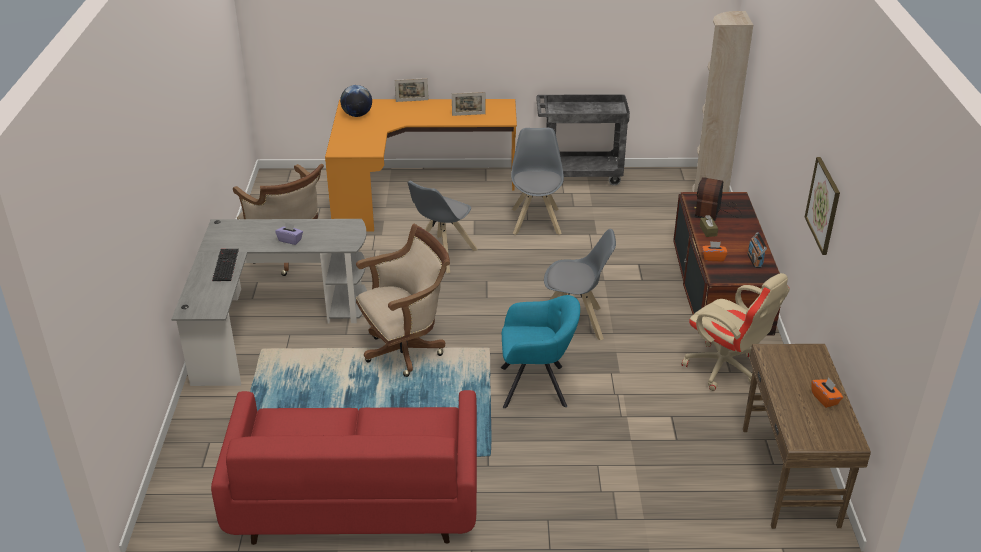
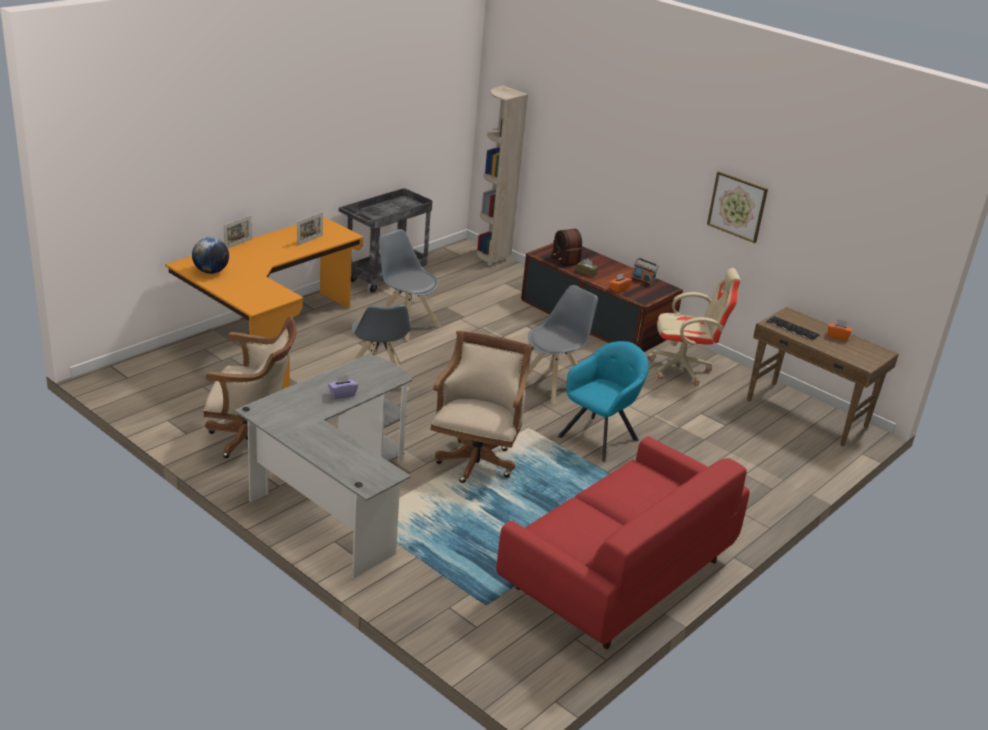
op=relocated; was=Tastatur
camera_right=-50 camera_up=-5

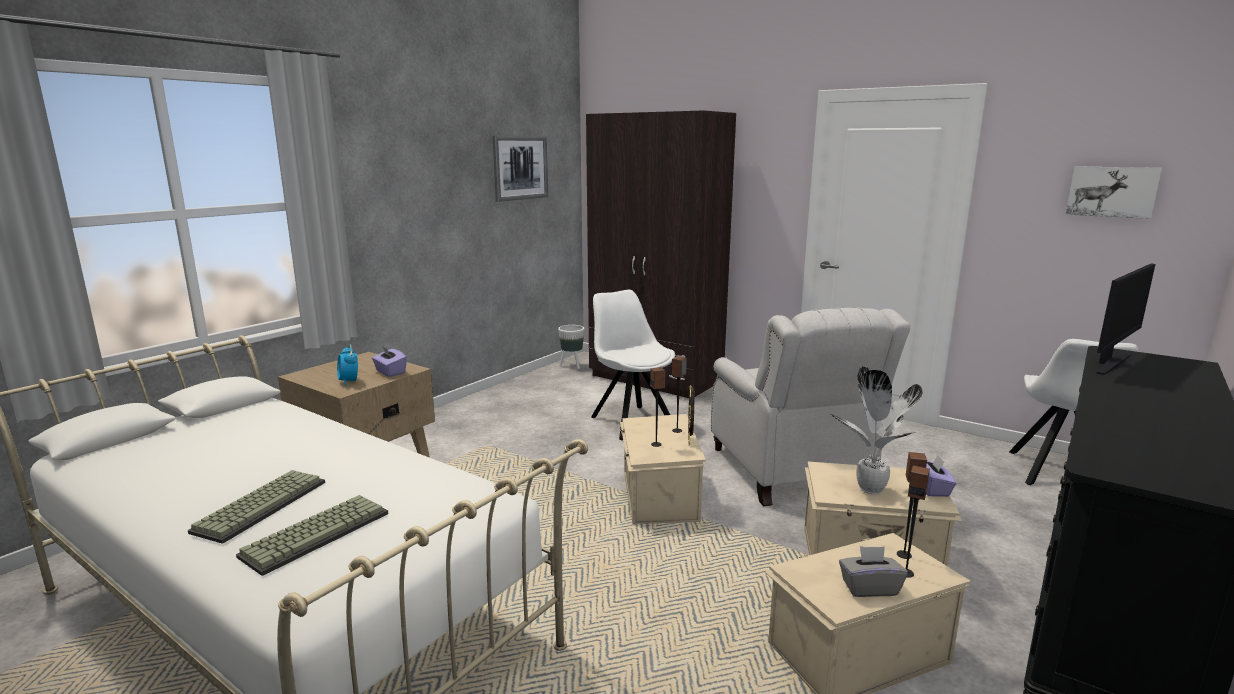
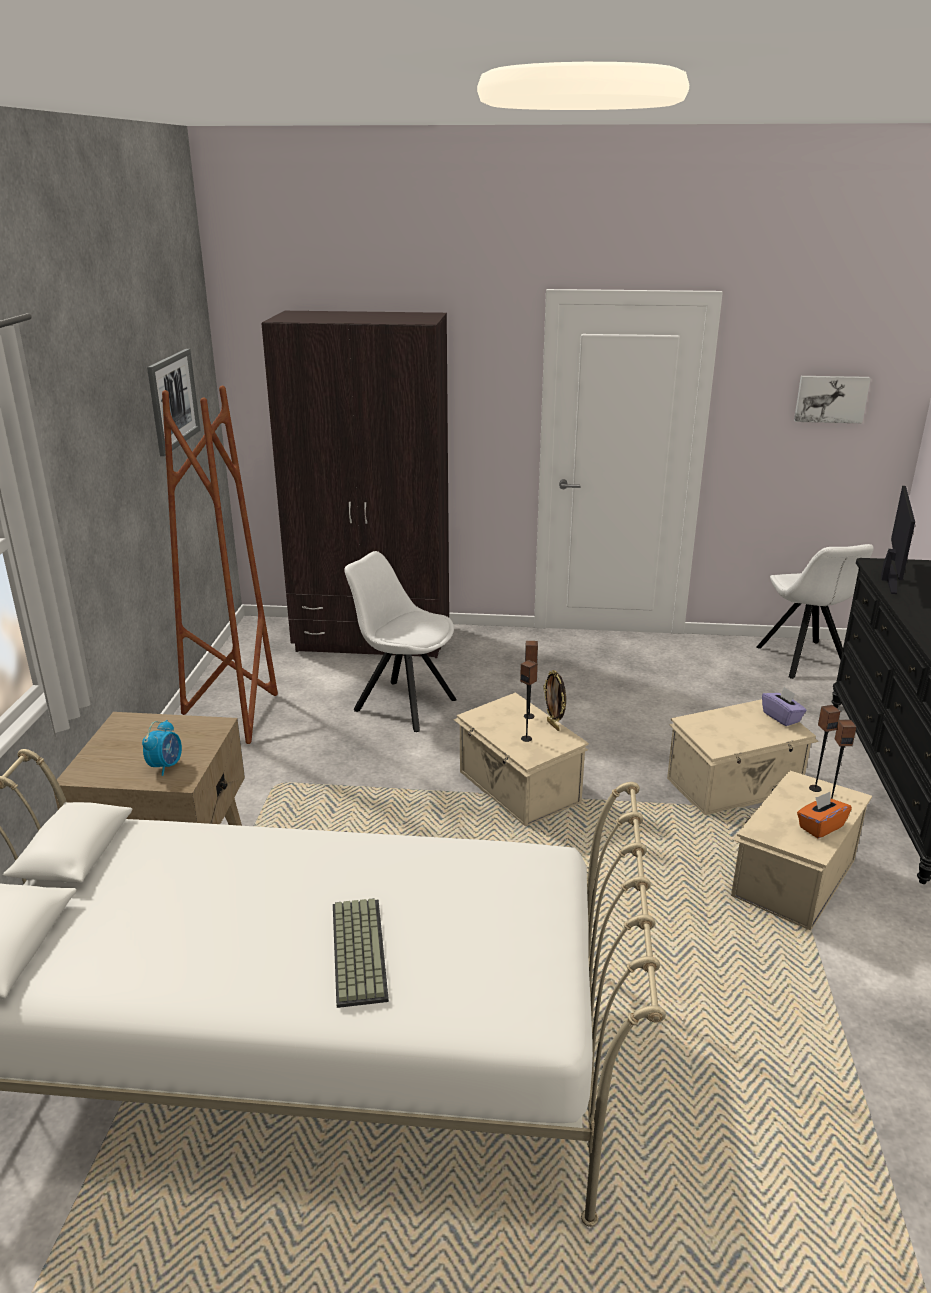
op=missing; was=Sessel/weiß
op=missing; was=Pflanzkübel/weiß
op=spun; was=Wecker; clockwise=-105
op=missing; was=Taschentuchbox/lila (no. 1 from left)
op=missing; was=Topfpflanze
op=missing; was=Tastatur (no. 2 from left)
op=colour; was=Taschentuchbox/grau; now=Taschentuchbox/orange
op=appeared; now=Kleiderständer/braun
camera_right=-30 camera_up=10

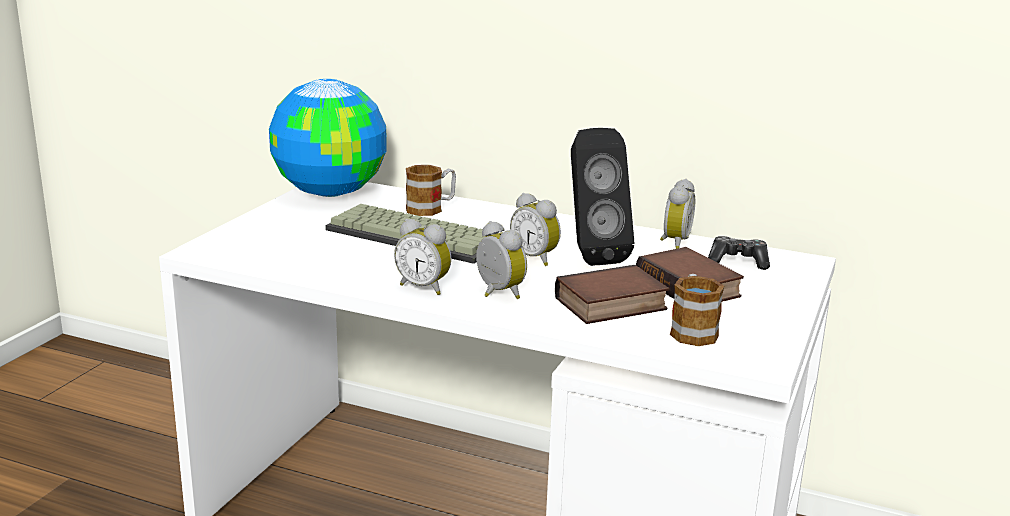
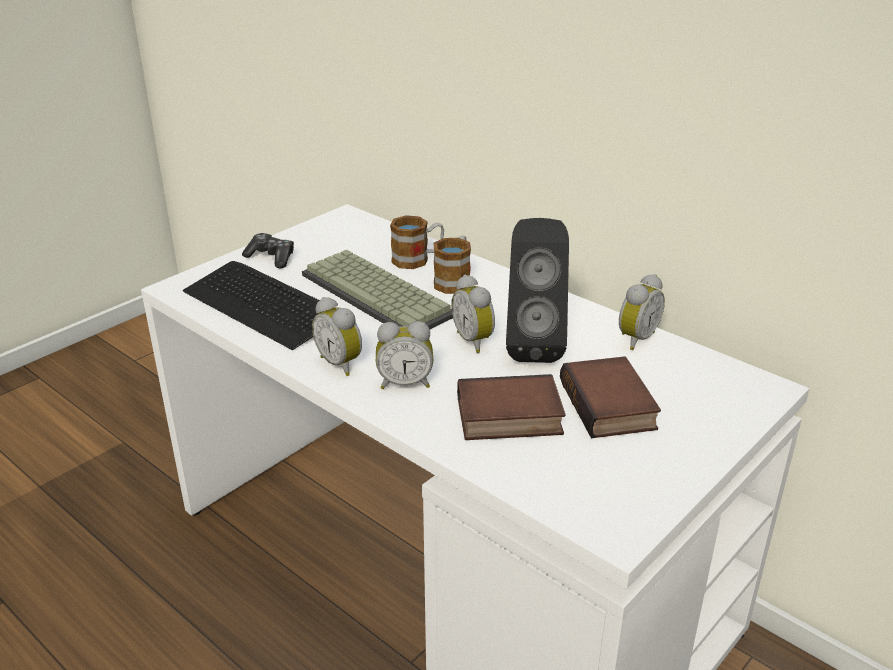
op=missing; was=Globus
op=spun; was=Wecker (no. 2 from left); clockwise=105
op=relocated; was=Gamepad
op=relocated; was=Henkelbecher (no. 2 from left)
op=appeared; now=Tastatur (no. 1 from left)
camera_right=20 camera_up=10

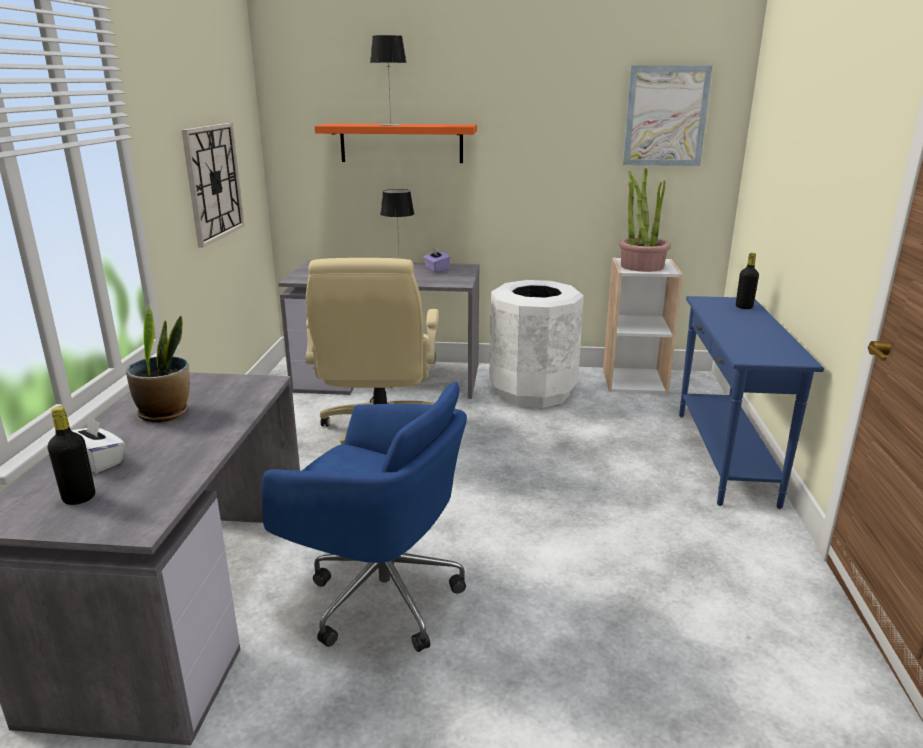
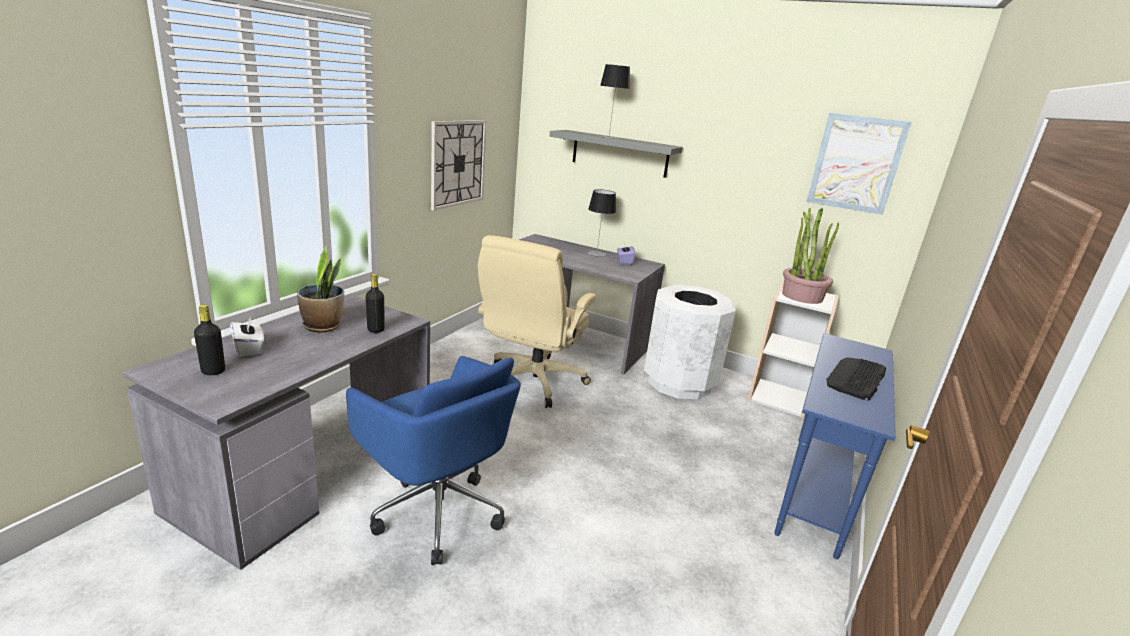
op=colour; was=Wandregal/orange; now=Wandregal/grau
op=relocated; was=Flasche/schwarz (no. 2 from left)
op=appeared; now=Tastatur
camera_right=20 camera_up=0

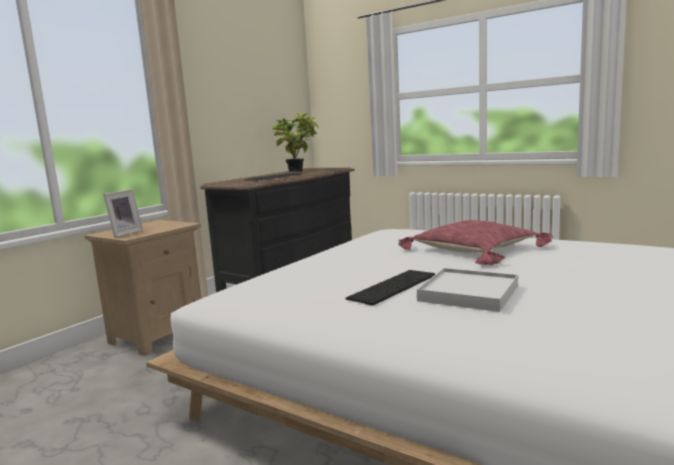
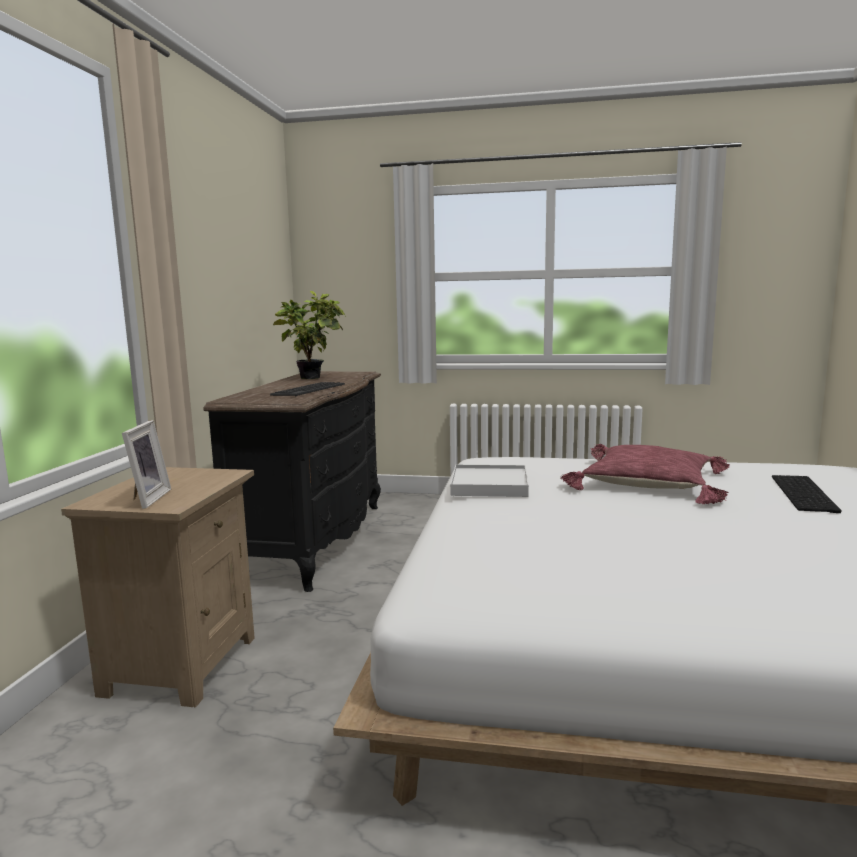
op=relocated; was=Tablett/weiß
op=relocated; was=Tastatur (no. 2 from left)
camera_right=-25 camera_up=0

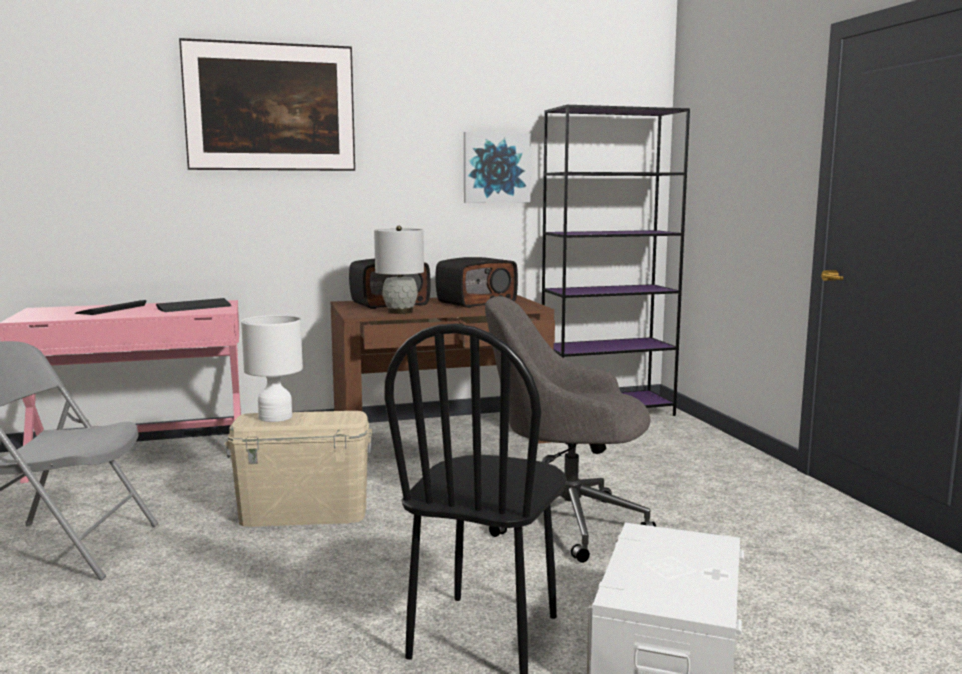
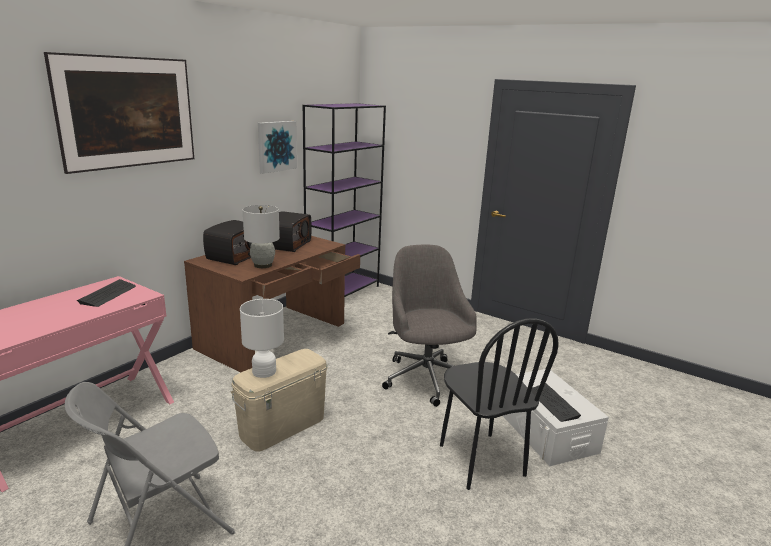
op=spun; was=Bürostuhl/grau; clockwise=105
op=relocated; was=Tastatur (no. 1 from left in the first image); now=Tastatur (no. 2 from left)
camera_right=-40 camera_up=10

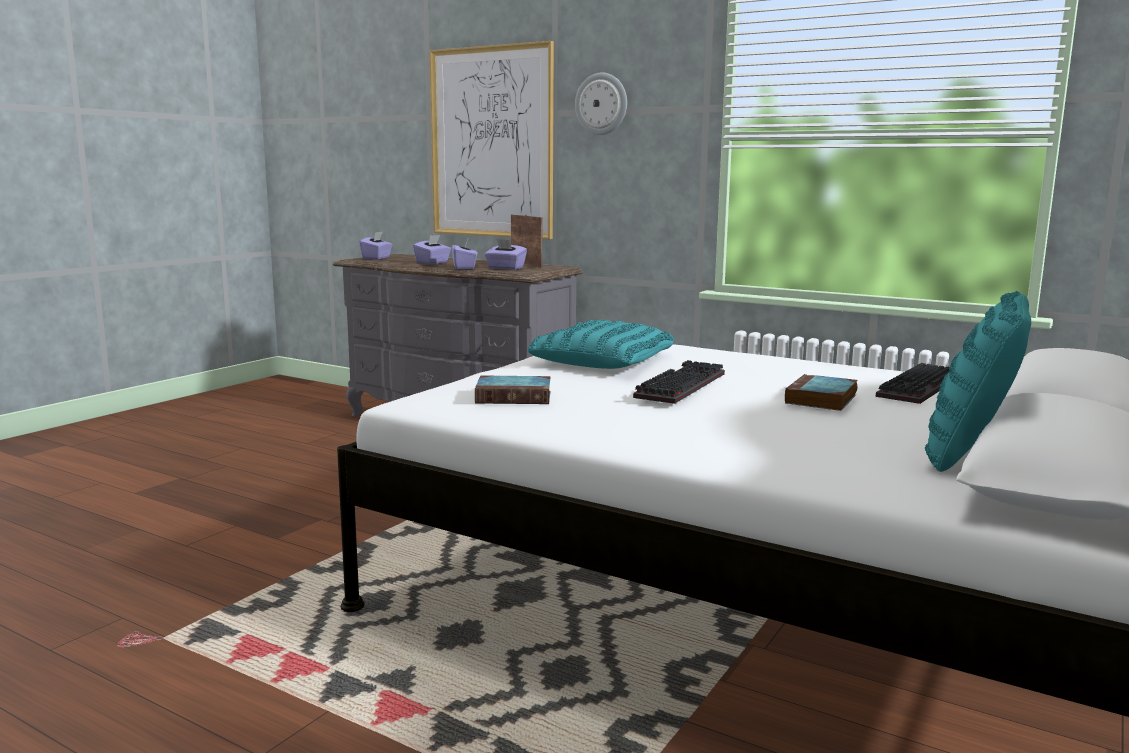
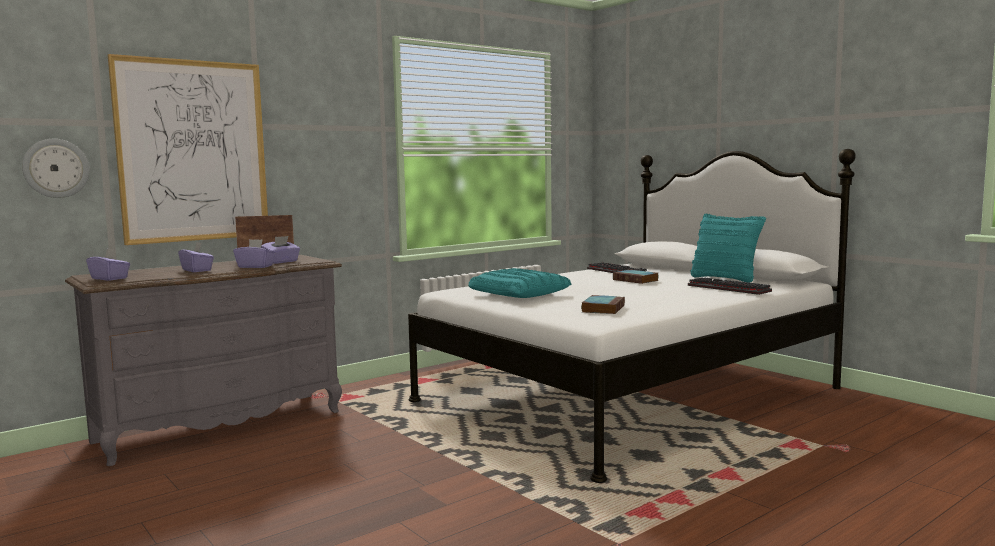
op=relocated; was=Wanduhr
op=relocated; was=Tastatur (no. 1 from left in the first image); now=Tastatur (no. 2 from left)
camera_right=-70 camera_up=-5

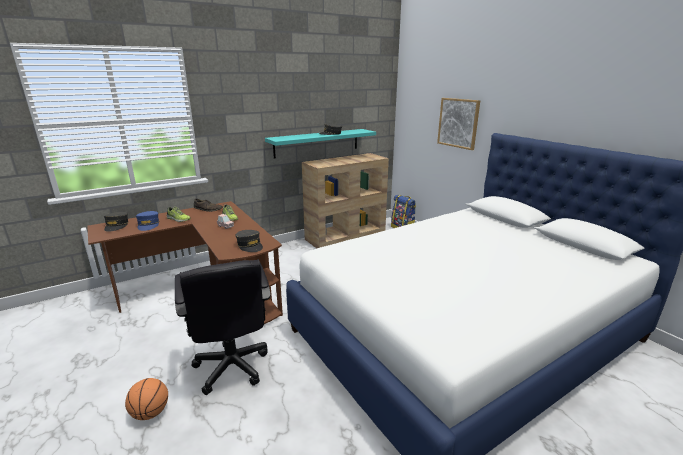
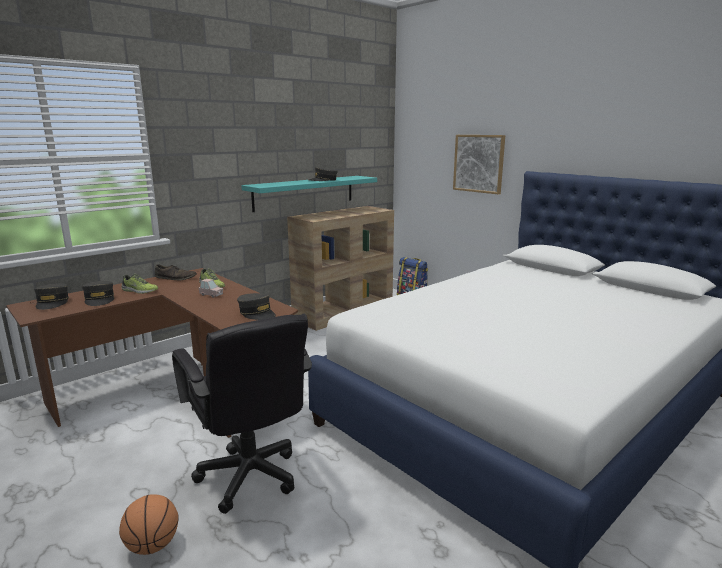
op=colour; was=Kappe/blau; now=Kappe/grau (no. 2 from left)
camera_right=-10 camera_up=-5

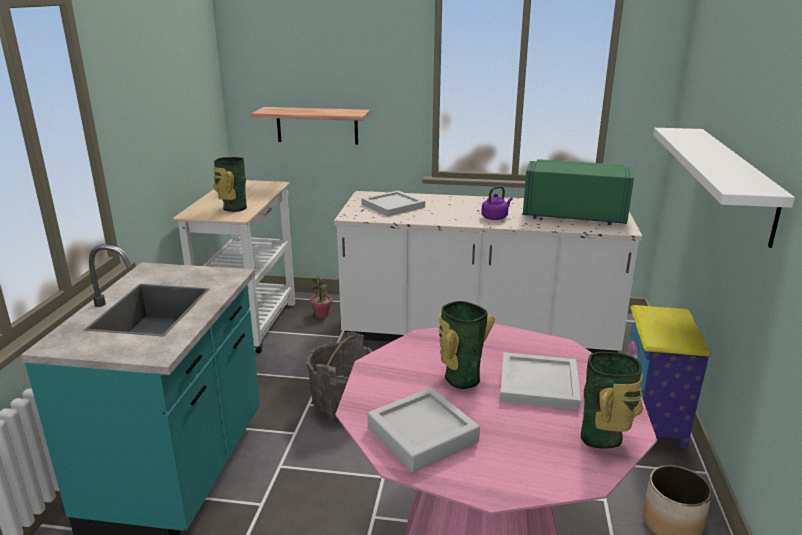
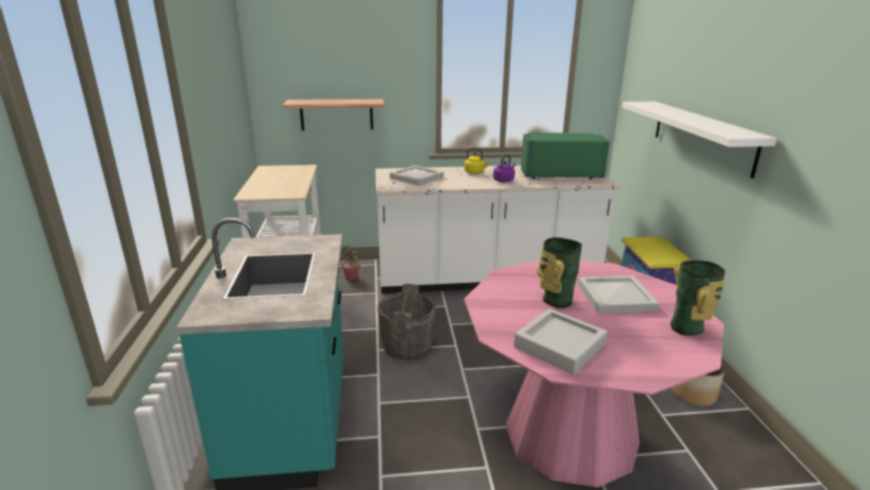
op=missing; was=Vase (no. 1 from left)
op=appeared; now=Wasserkessel/gelb
camera_right=-15 camera_up=0

